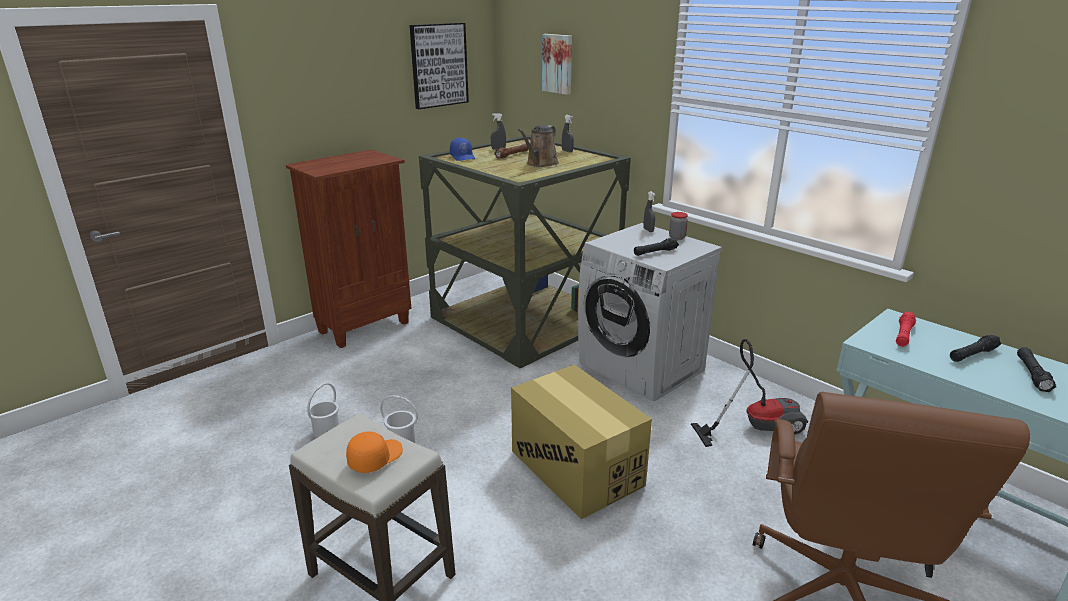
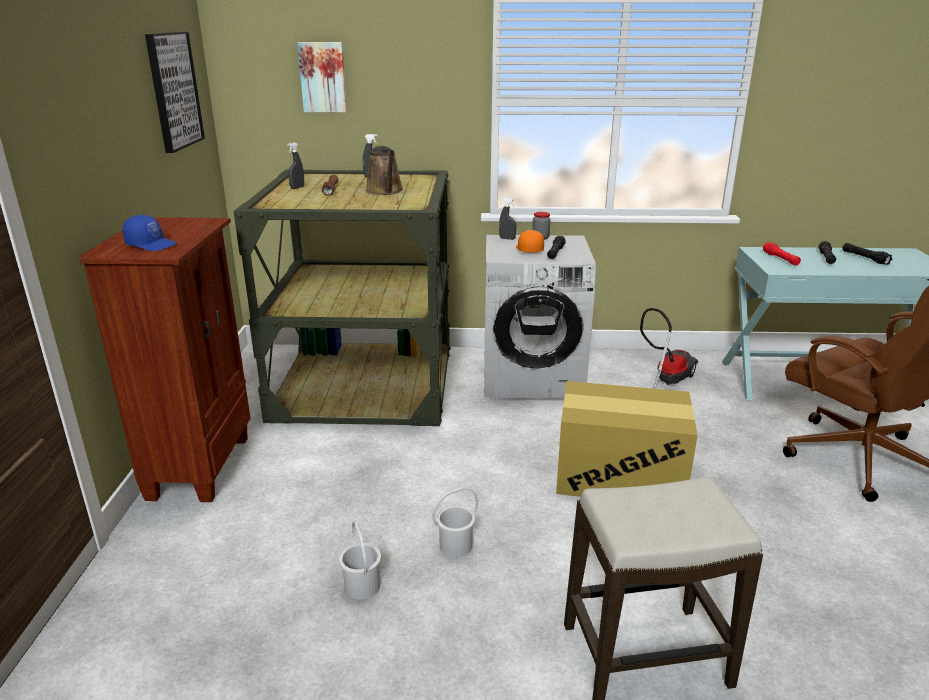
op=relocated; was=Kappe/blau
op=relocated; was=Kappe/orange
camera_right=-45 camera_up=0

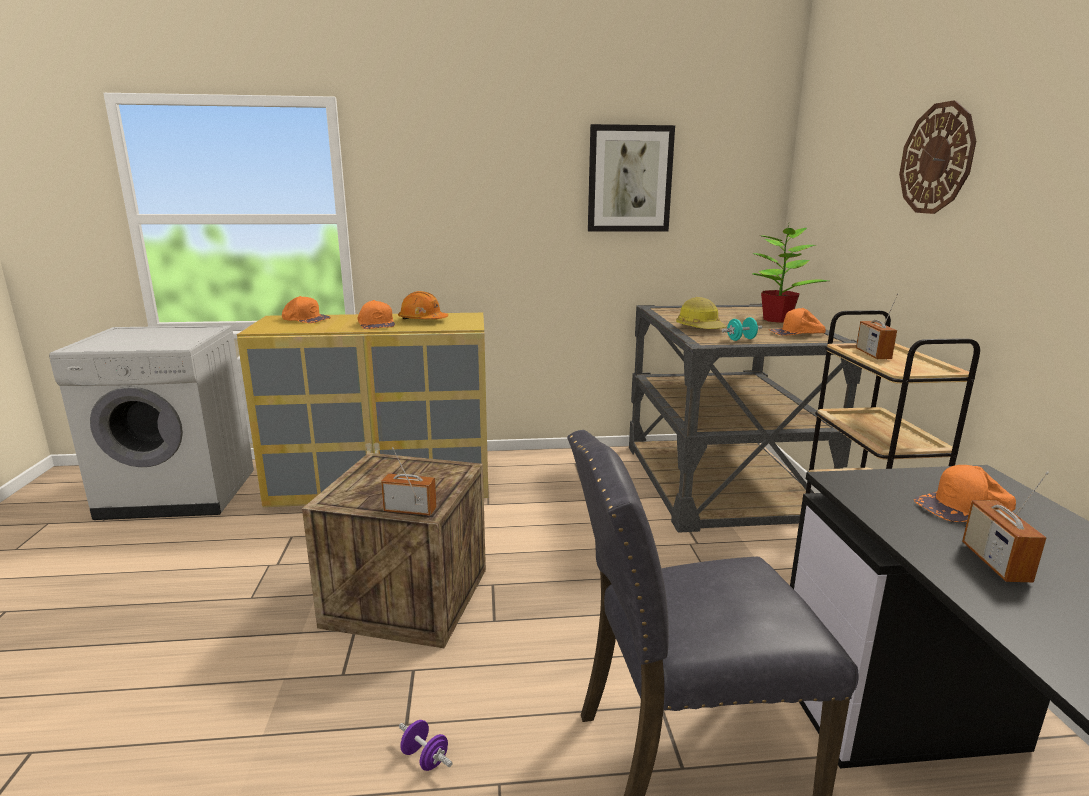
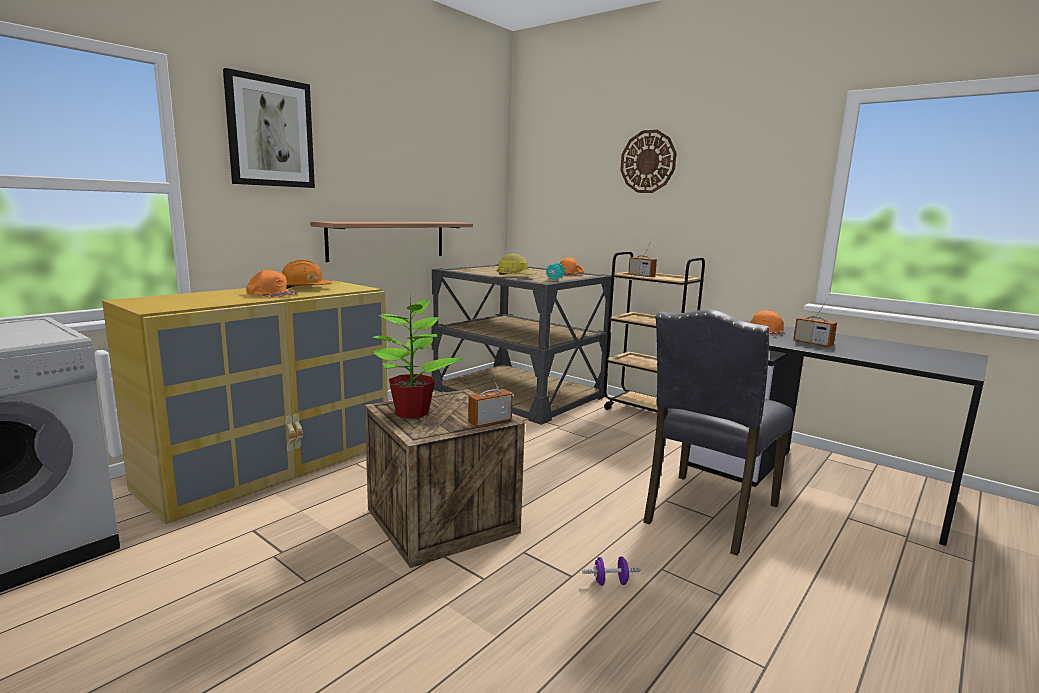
op=relocated; was=Bild
op=relocated; was=Topfpflanze
op=missing; was=Kappe/orange (no. 1 from left)
op=appeared; now=Wandregal
camera_right=-45 camera_up=-5

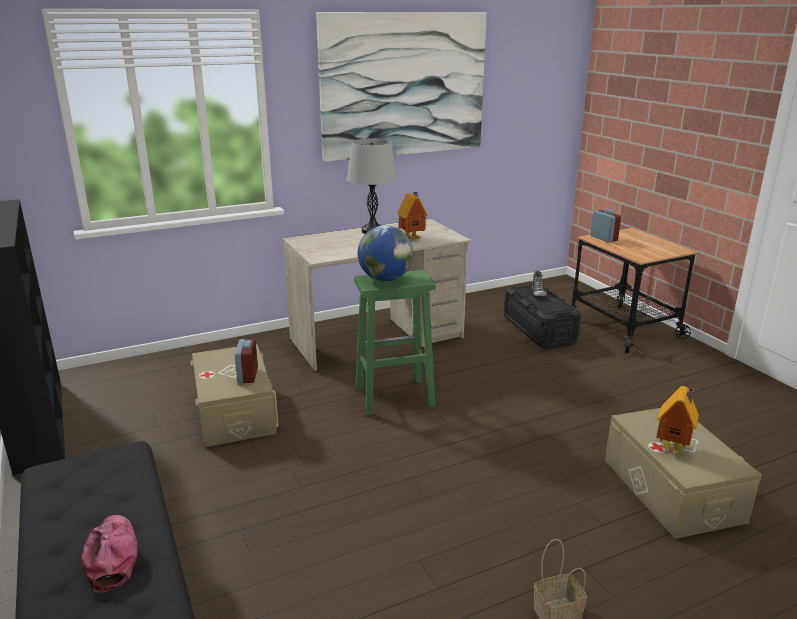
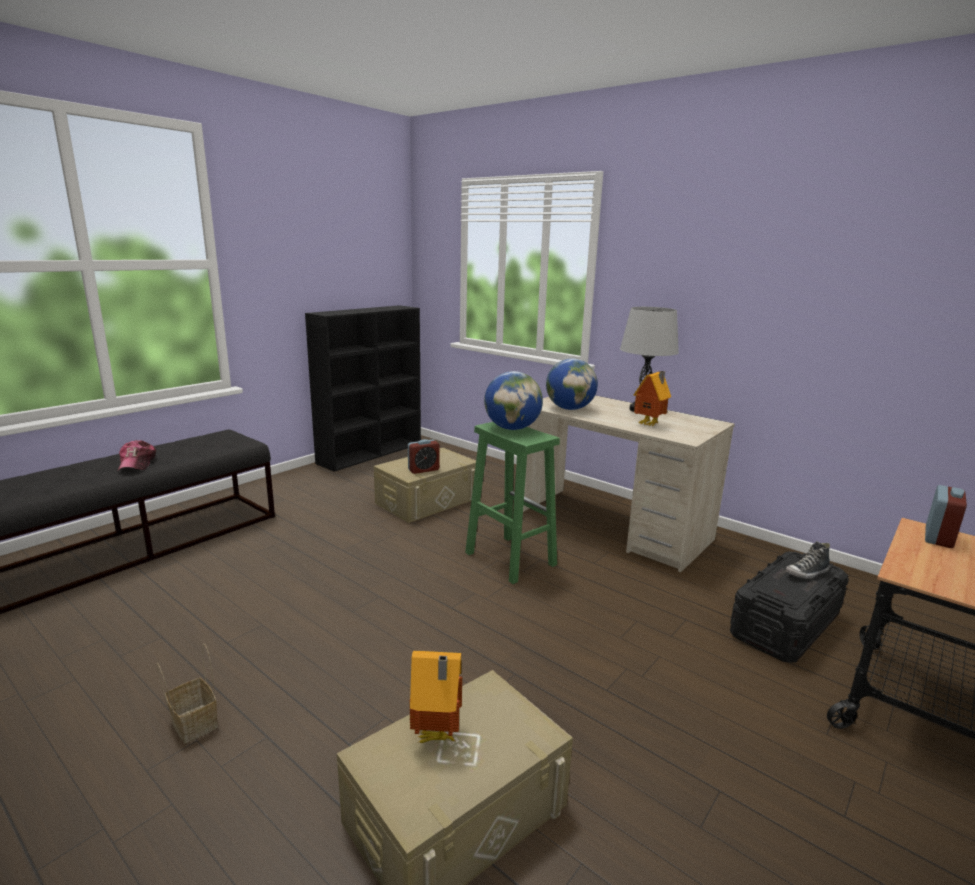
op=missing; was=Bild
op=spun; was=Kappe; clockwise=120
op=appeared; now=Globus (no. 2 from left)
camera_right=65 camera_up=-5

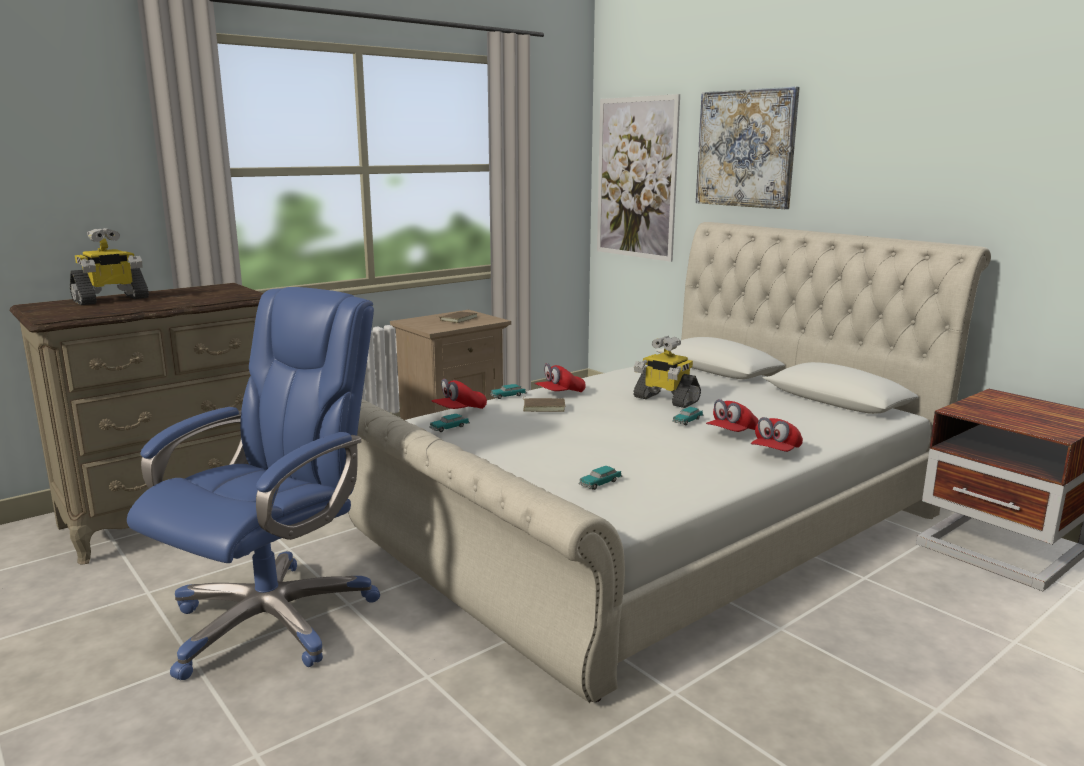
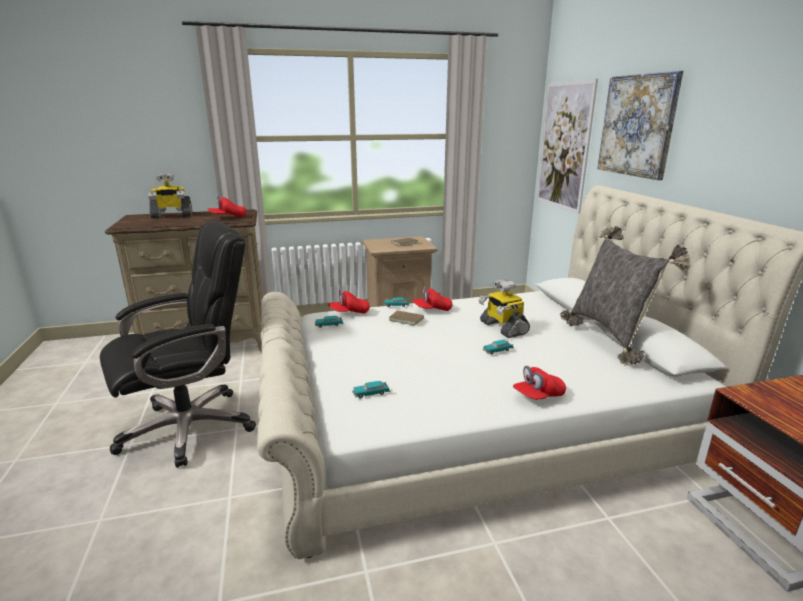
op=colour; was=Bürostuhl/blau; now=Bürostuhl/schwarz
op=relocated; was=Kappe/rot (no. 3 from left in the first image); now=Kappe/rot (no. 1 from left)
op=appeared; now=Kissen
camera_right=25 camera_up=5

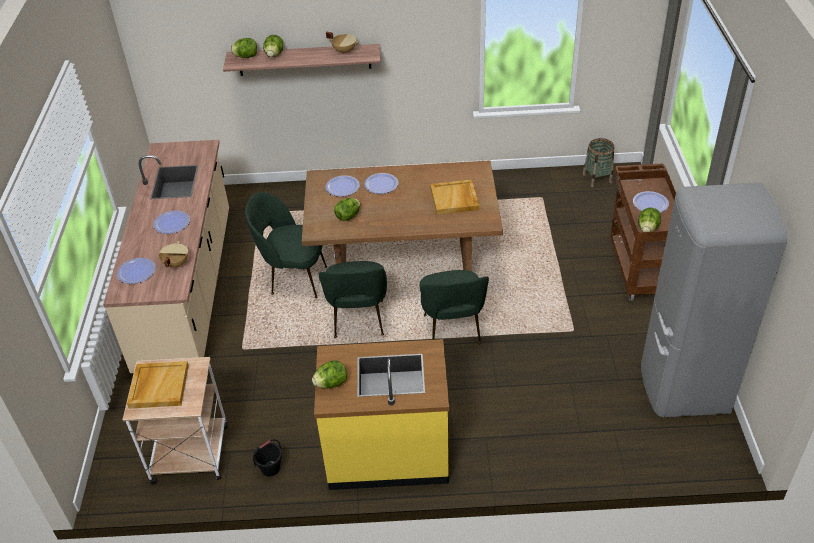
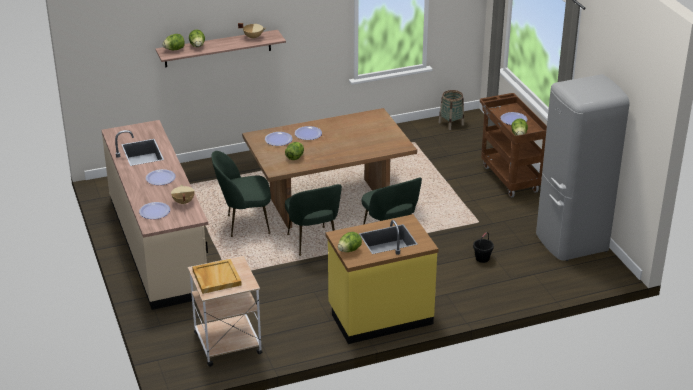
op=missing; was=Tablett/beige (no. 2 from left)
op=relocated; was=Eimer/schwarz
camera_right=-20 camera_up=-10

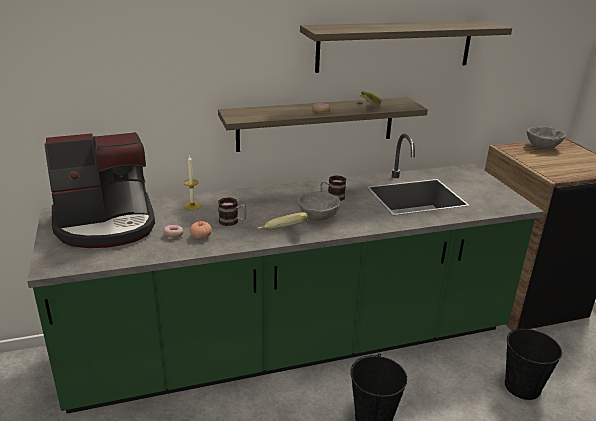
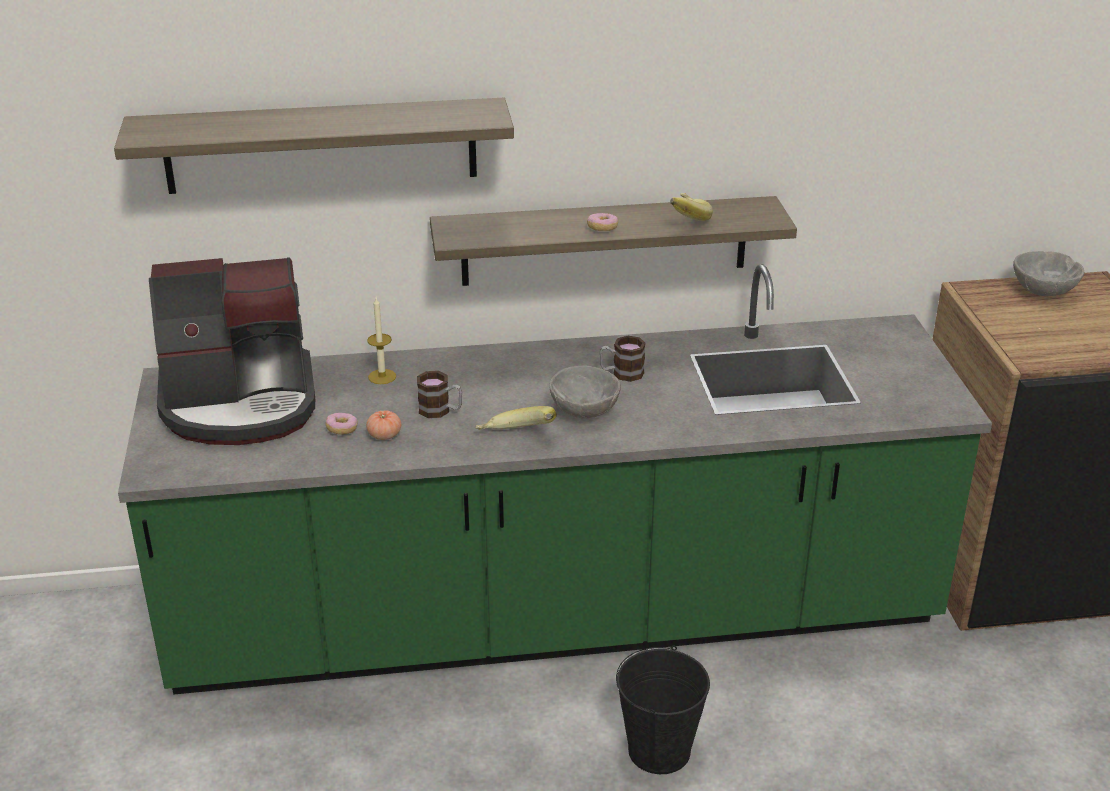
op=relocated; was=Wandregal (no. 2 from left in the first image); now=Wandregal (no. 1 from left)
op=missing; was=Eimer/schwarz (no. 2 from left)
camera_right=10 camera_up=5

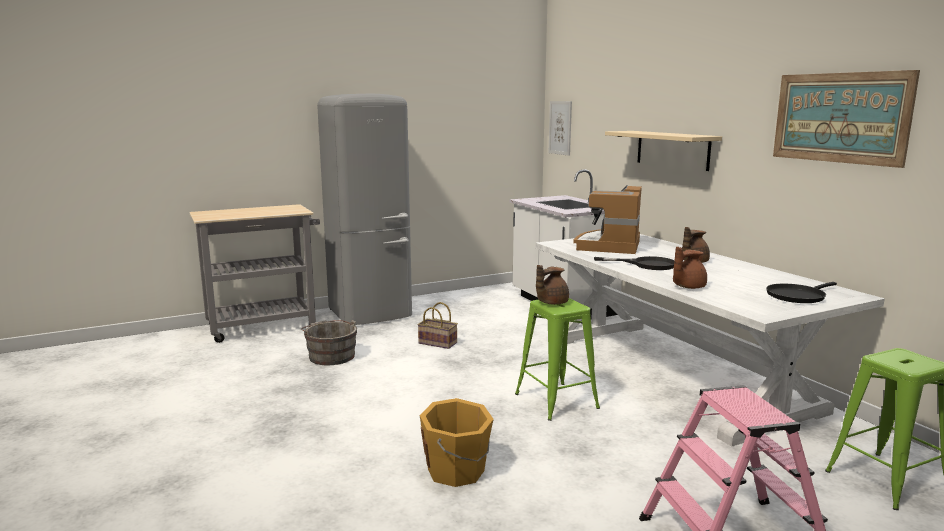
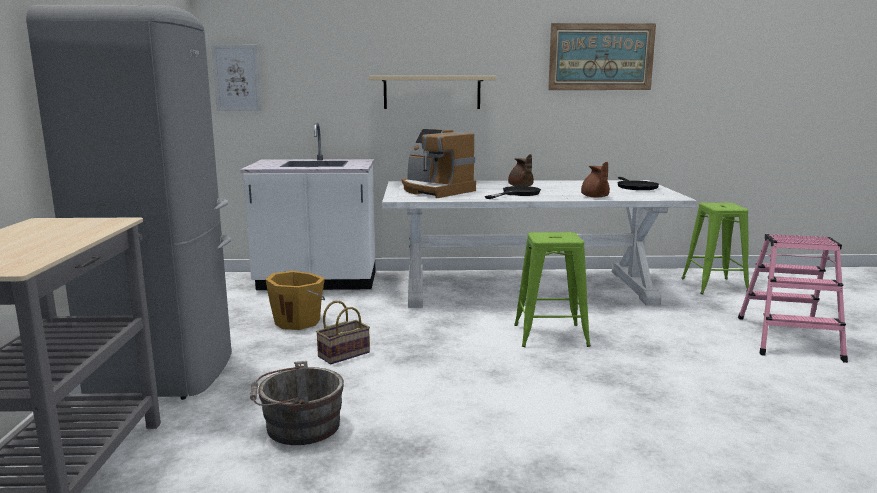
op=missing; was=Teekanne/braun (no. 1 from left)
op=relocated; was=Eimer/orange
camera_right=-65 camera_up=0

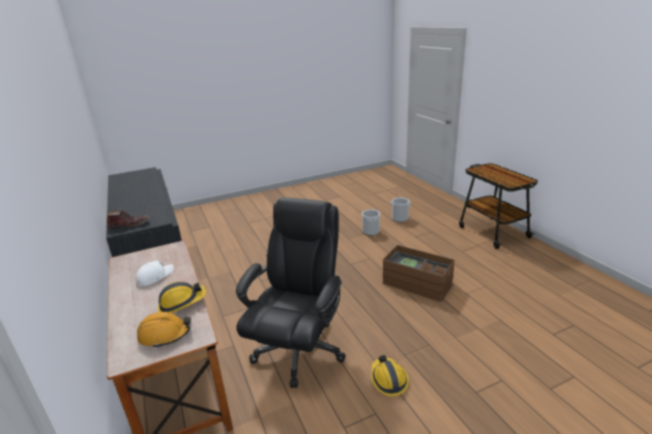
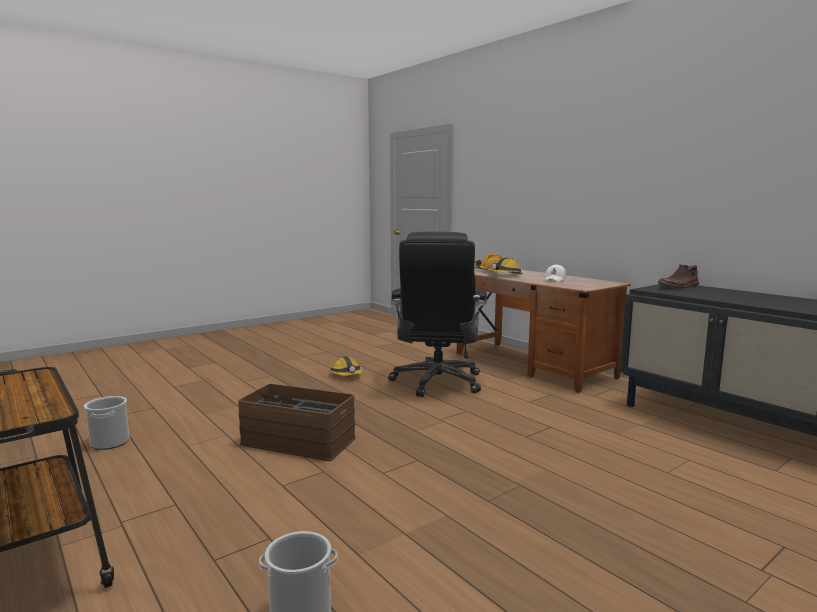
op=relocated; was=Eimer (no. 1 from left)
camera_right=165 camera_up=-15

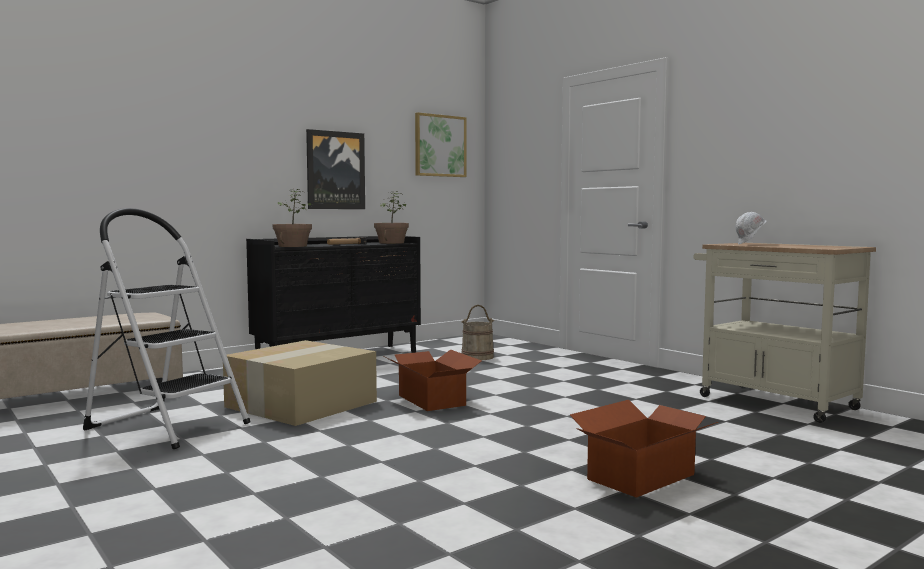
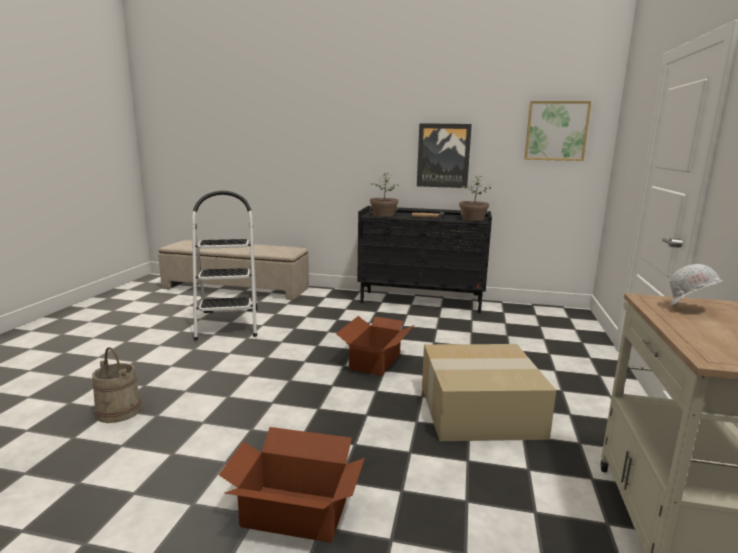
op=relocated; was=Eimer/beige
op=relocated; was=Karton (no. 1 from left in the first image); now=Karton (no. 3 from left)
camera_right=50 camera_up=10

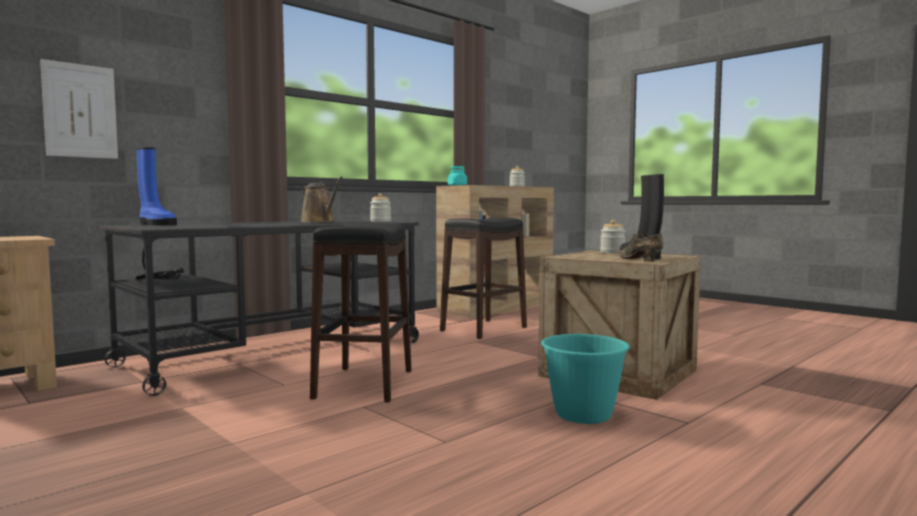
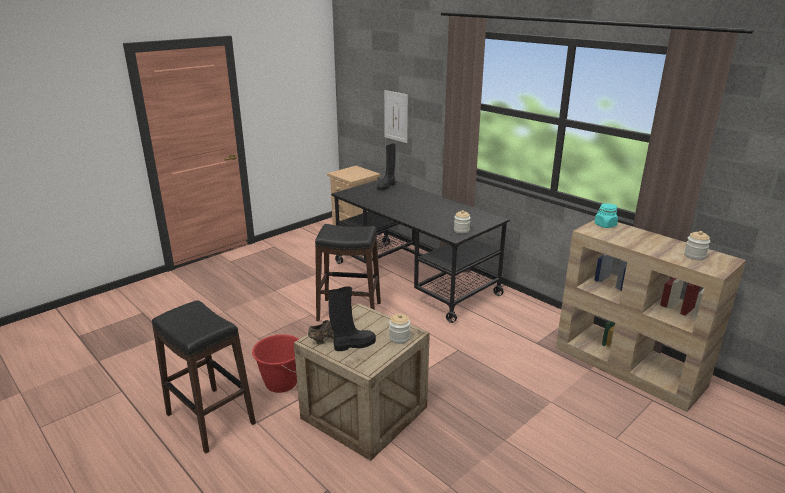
op=colour; was=Stiefel/blau; now=Stiefel/schwarz (no. 2 from left)
op=missing; was=Gießkanne/braun
op=relocated; was=Hocker/schwarz (no. 2 from left in the first image); now=Hocker/schwarz (no. 1 from left)
op=colour; was=Eimer/türkis; now=Eimer/rot
camera_right=90 camera_up=20

